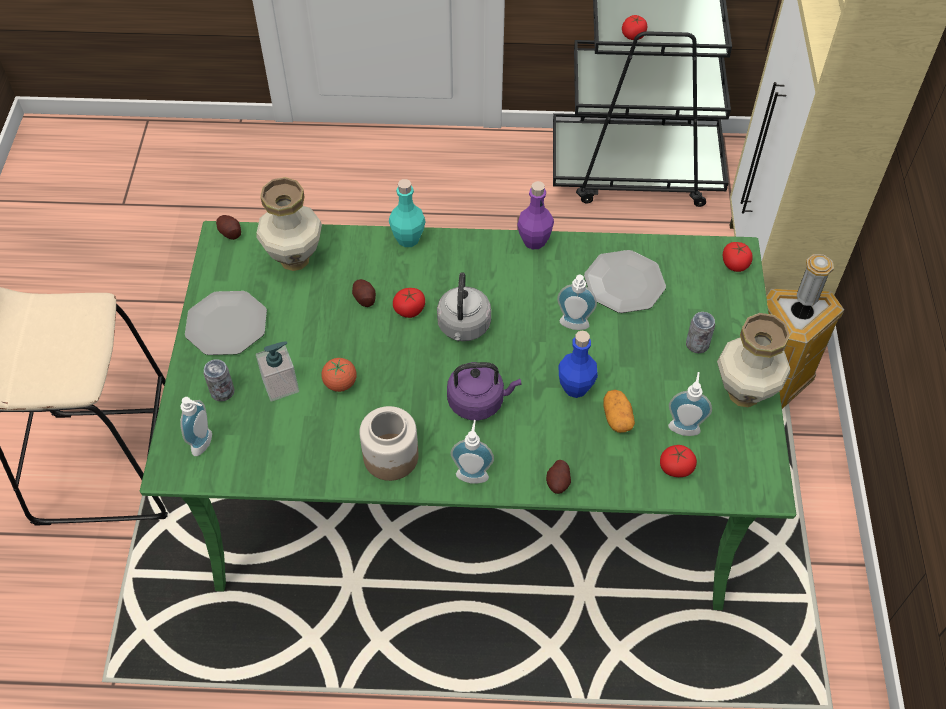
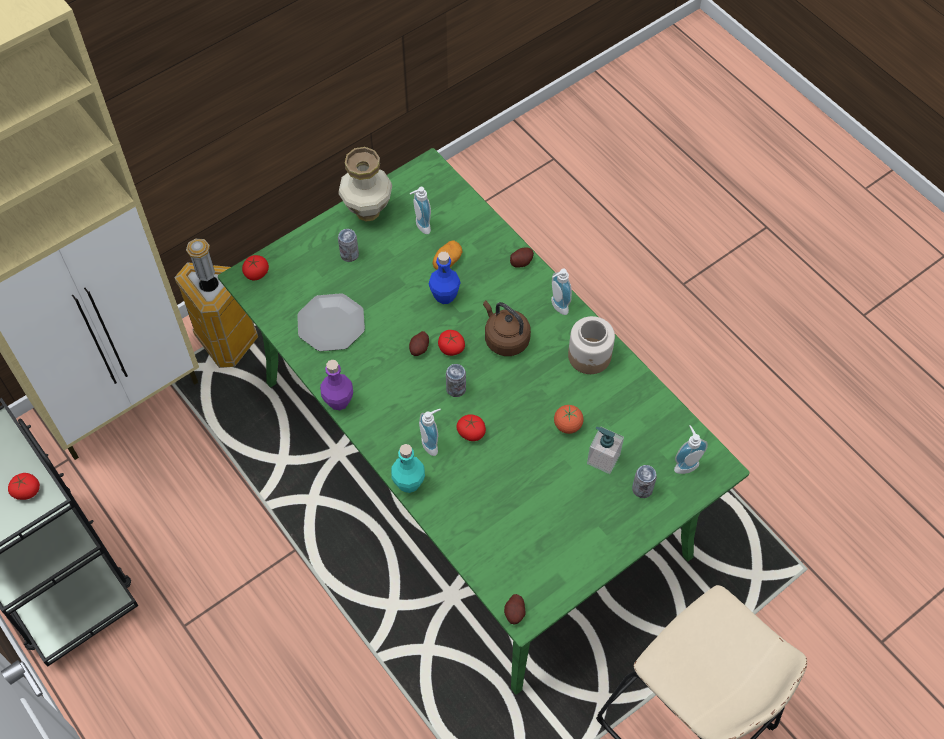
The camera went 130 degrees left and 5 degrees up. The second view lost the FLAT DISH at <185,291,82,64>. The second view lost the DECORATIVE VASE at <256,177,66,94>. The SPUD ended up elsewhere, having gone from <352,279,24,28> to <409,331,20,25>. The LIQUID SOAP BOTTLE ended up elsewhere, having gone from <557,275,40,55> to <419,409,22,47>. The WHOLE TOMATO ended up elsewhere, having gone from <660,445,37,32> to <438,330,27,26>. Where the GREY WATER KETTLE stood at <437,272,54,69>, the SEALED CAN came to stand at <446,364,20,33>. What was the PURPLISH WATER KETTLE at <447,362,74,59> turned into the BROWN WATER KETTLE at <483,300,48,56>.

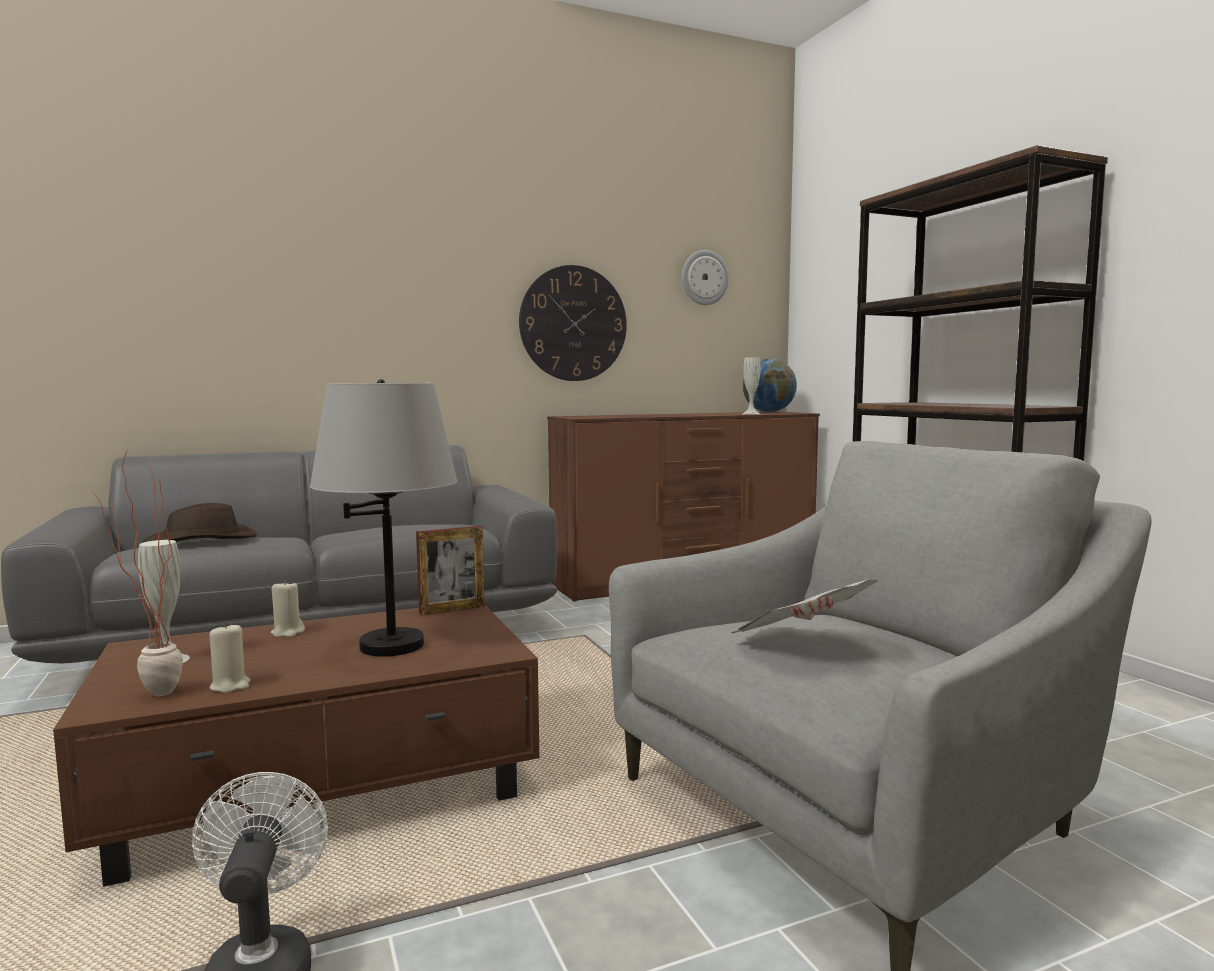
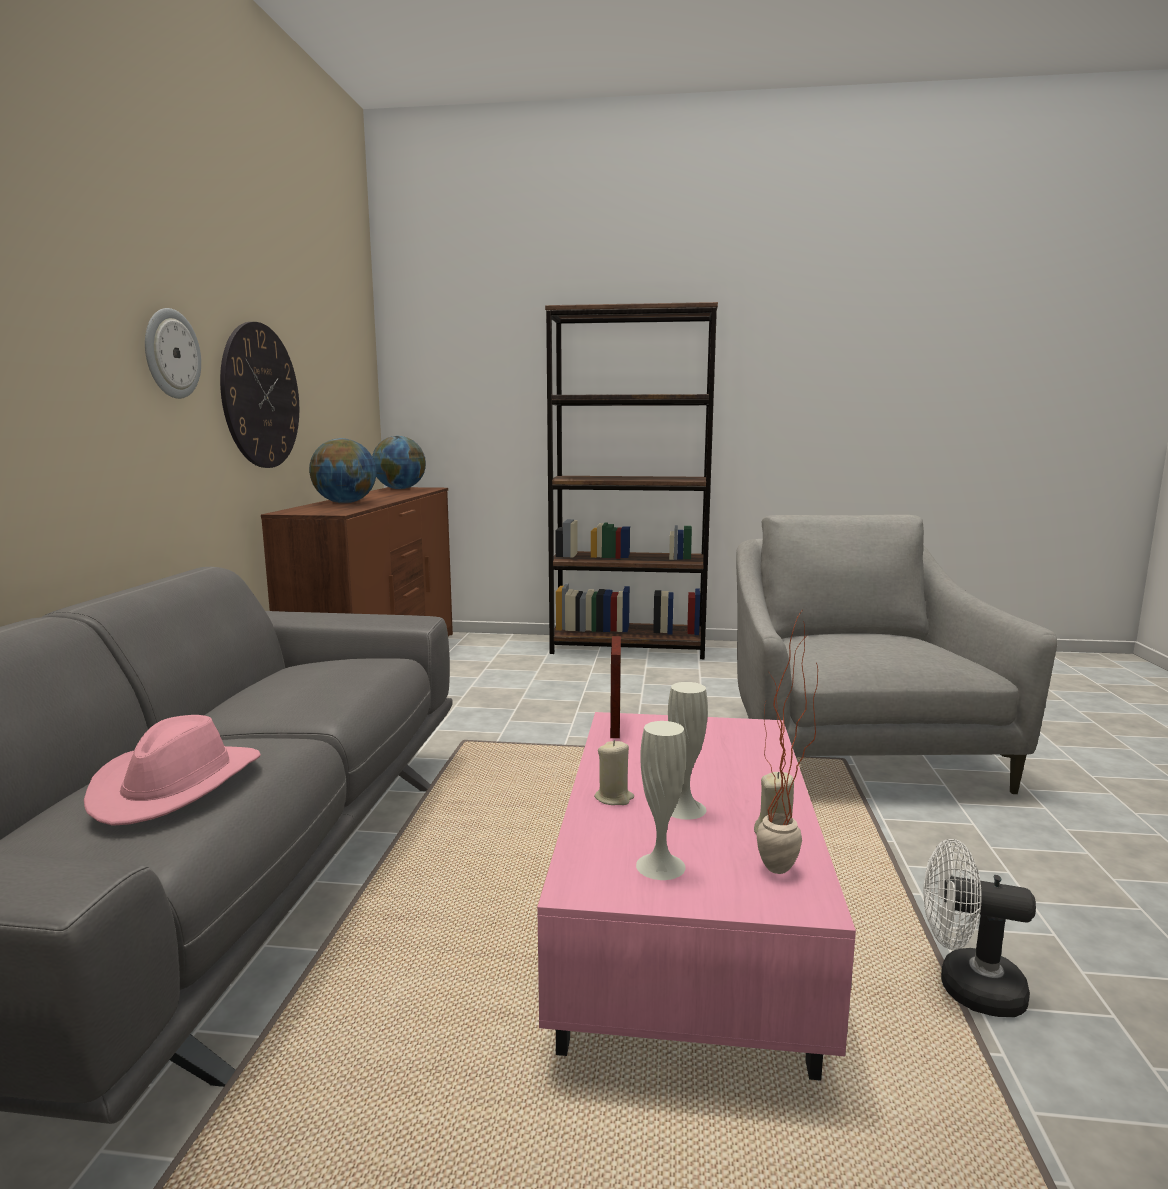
The camera went 60 degrees left and 5 degrees up. The second view lost the GREY TABLETOP LAMP at <310,379,147,278>. The second view lost the NEWSPAPER at <731,579,147,54>. The second view gained the GLOBE at <309,438,67,65>. The WALL CLOCK ended up elsewhere, having gone from <682,250,47,55> to <145,308,56,91>. The WHITE DECORATIVE VASE ended up elsewhere, having gone from <743,357,18,57> to <668,682,40,138>. What was the BROWN COFFEE TABLE at <53,605,486,282> turned into the PINK-COLOURED COFFEE TABLE at <537,712,319,369>. What was the BROWN CLOTHING HAT at <142,503,115,40> turned into the PINK-COLOURED CLOTHING HAT at <84,715,177,111>.

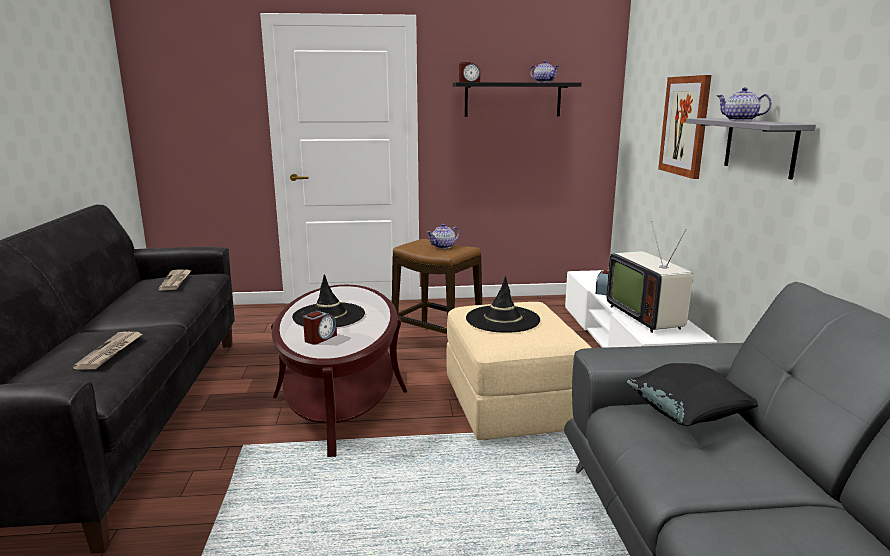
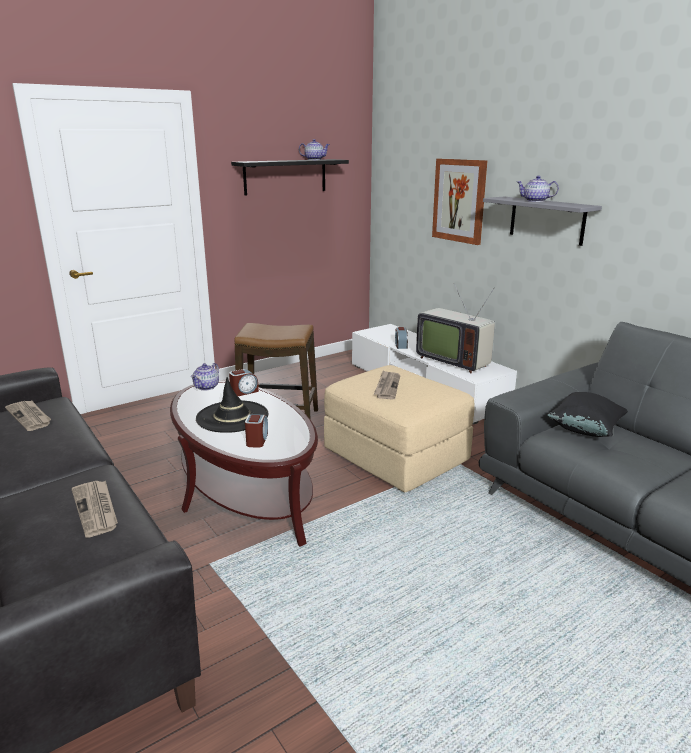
The camera went 30 degrees left and 5 degrees up. The POT FOR TEA ended up elsewhere, having gone from <427,224,32,25> to <191,363,28,27>. The TABLE CLOCK ended up elsewhere, having gone from <459,62,21,20> to <229,369,30,27>. Where the BLACKISH CLOTHING HAT stood at <466,276,74,57>, the NEWSPAPER came to stand at <374,370,26,30>.

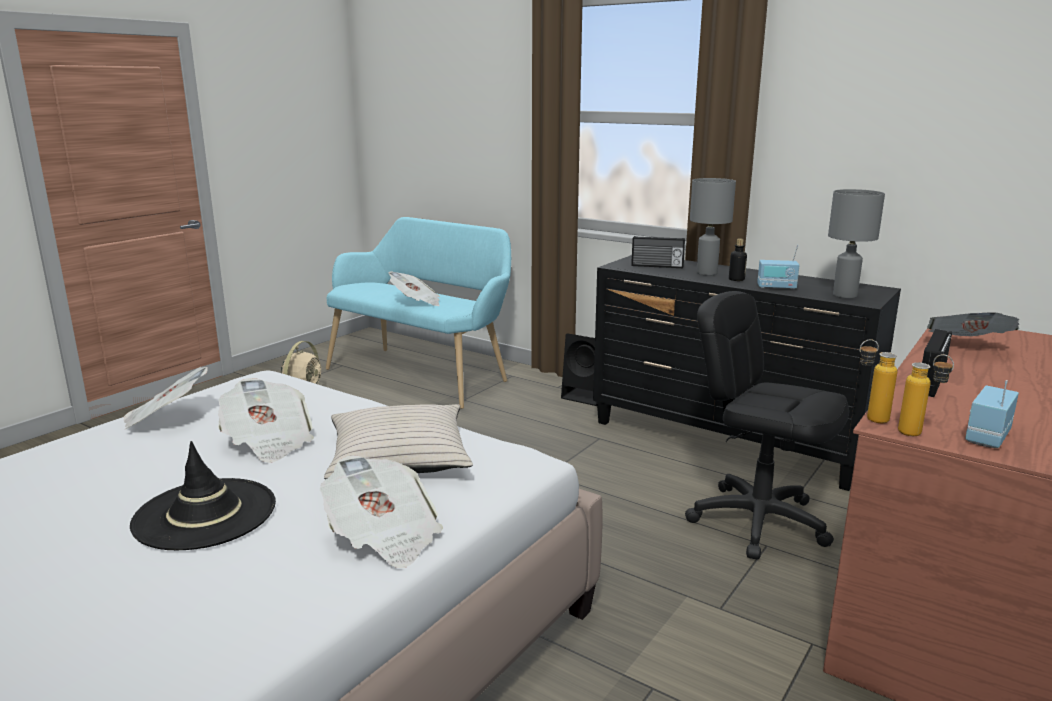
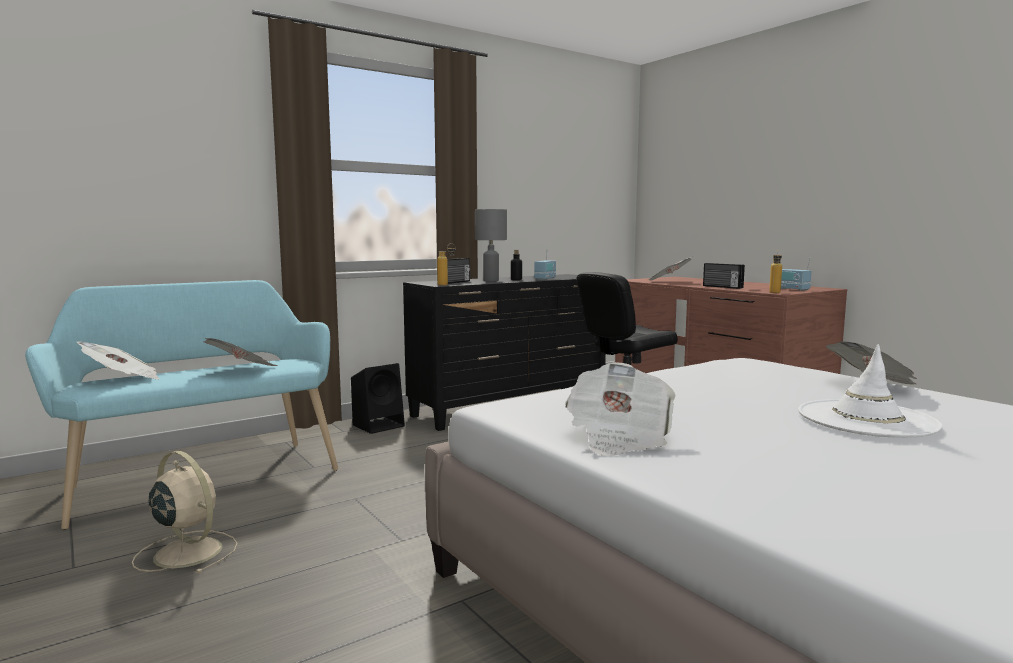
The camera went 70 degrees left and 10 degrees down. The second view lost the BEIGE CUSHION at <324,404,149,75>. The second view lost the GREY TABLETOP LAMP at <828,189,57,109>. The NEWSPAPER ended up elsewhere, having gone from <218,378,96,85> to <77,341,82,38>. The BEVERAGE BOTTLE ended up elsewhere, having gone from <898,354,56,82> to <437,243,19,43>. What was the BLACKISH CLOTHING HAT at <130,441,146,109> turned into the WHITE CLOTHING HAT at <798,344,145,94>.

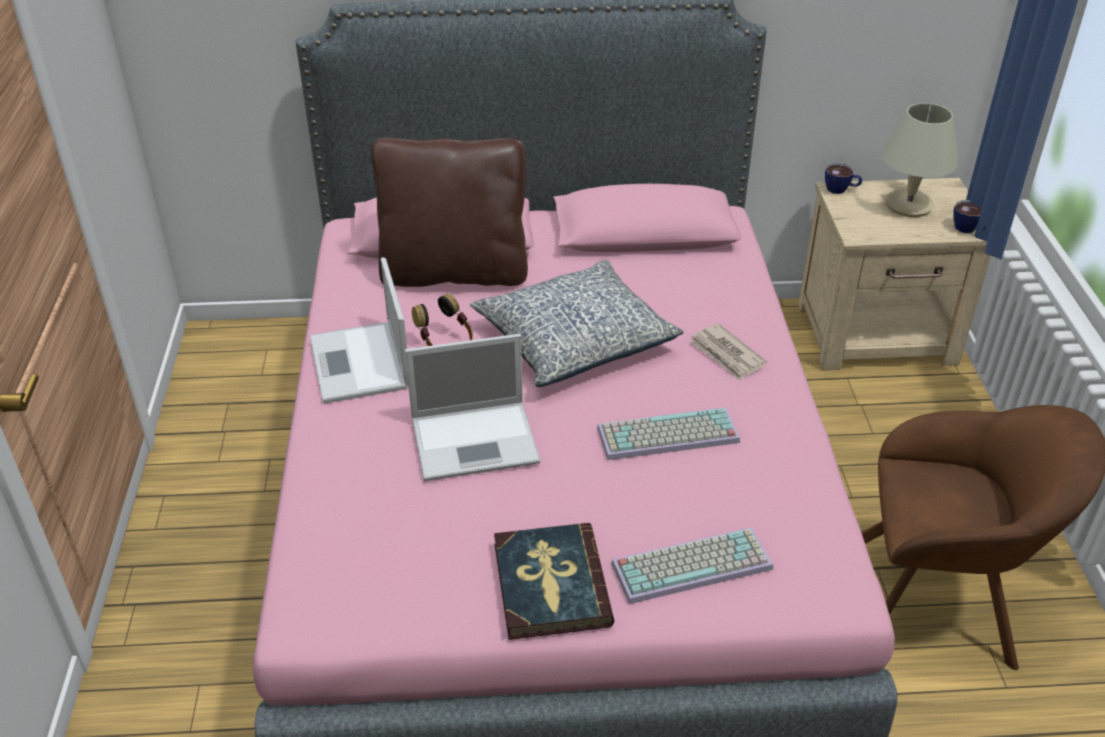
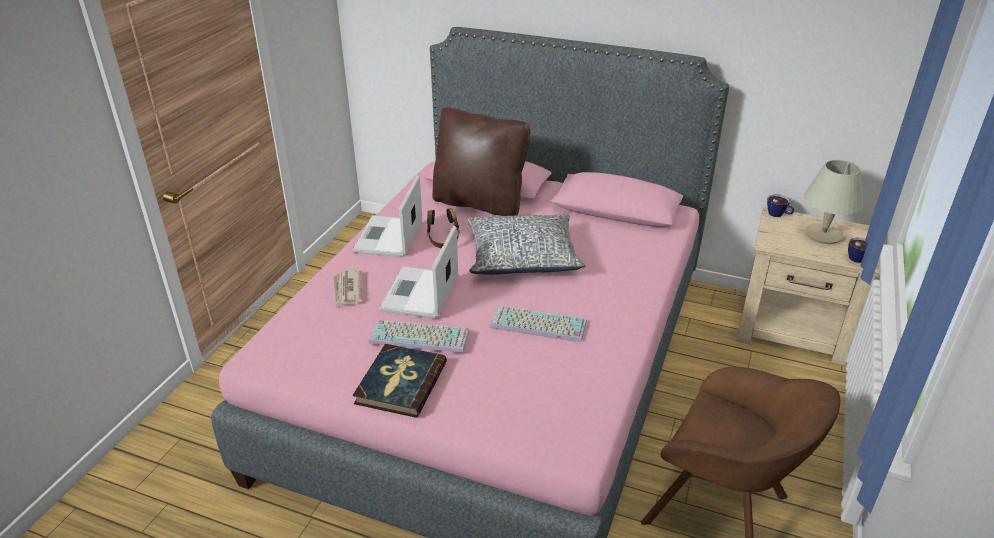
The camera went 25 degrees right and 5 degrees down. The PC KEYBOARD ended up elsewhere, having gone from <611,527,162,77> to <369,320,100,33>. The NEWSPAPER ended up elsewhere, having gone from <689,324,78,57> to <333,270,29,37>. The NOTEBOOK COMPUTER at <405,334,135,147> ended up facing another way, 90 degrees clockwise from before.

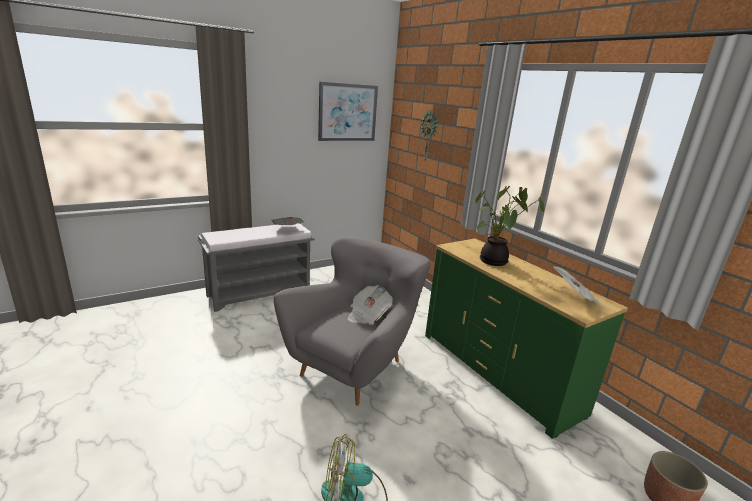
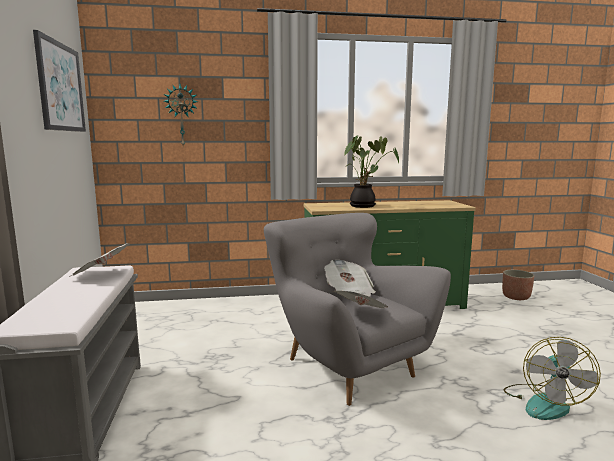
The camera went 65 degrees left and 10 degrees down. The NEWSPAPER ended up elsewhere, having gone from <552,266,52,40> to <333,291,55,17>.

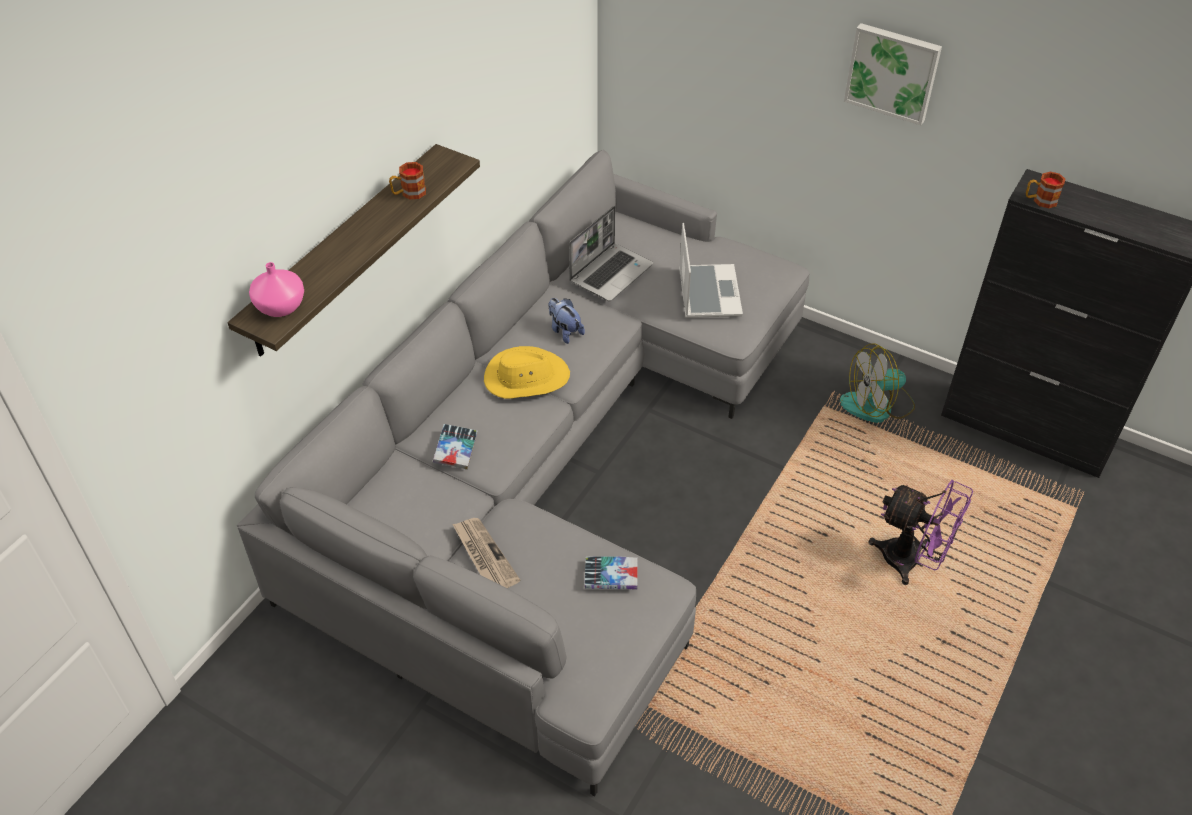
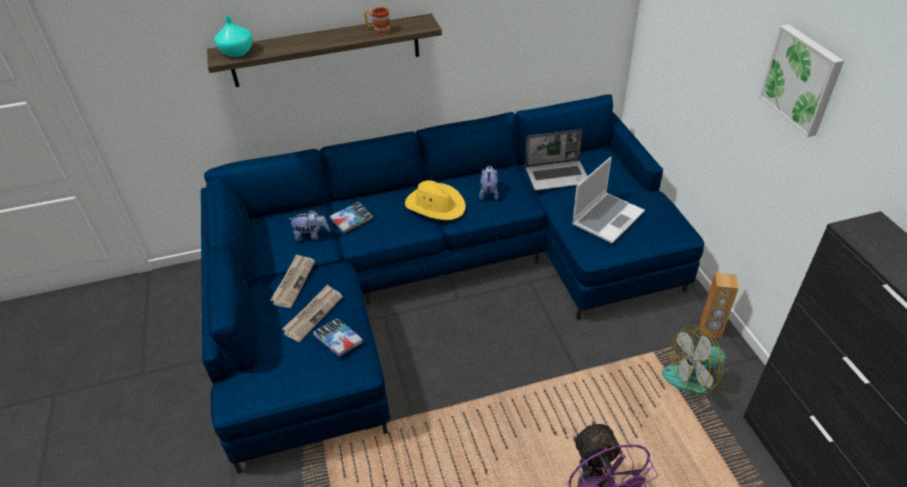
The camera went 45 degrees right and 5 degrees down. The second view lost the COFFEE MUG at <1026,171,40,37>. The second view gained the NEWSPAPER at <282,285,61,57>. The second view gained the SOFT TOY at <289,210,41,31>. The second view gained the BROWN SPEAKER at <700,272,39,66>. What was the GREY SOFA at <237,150,573,646> turned into the BLUE-COLOURED SOFA at <201,94,503,380>. What was the PINK-COLOURED DECORATIVE VASE at <249,262,55,55> turned into the TURQUOISE-COLOURED DECORATIVE VASE at <215,16,38,41>. The ELECTRIC FAN at <840,344,75,79> ended up facing another way, 45 degrees counterclockwise from before.

